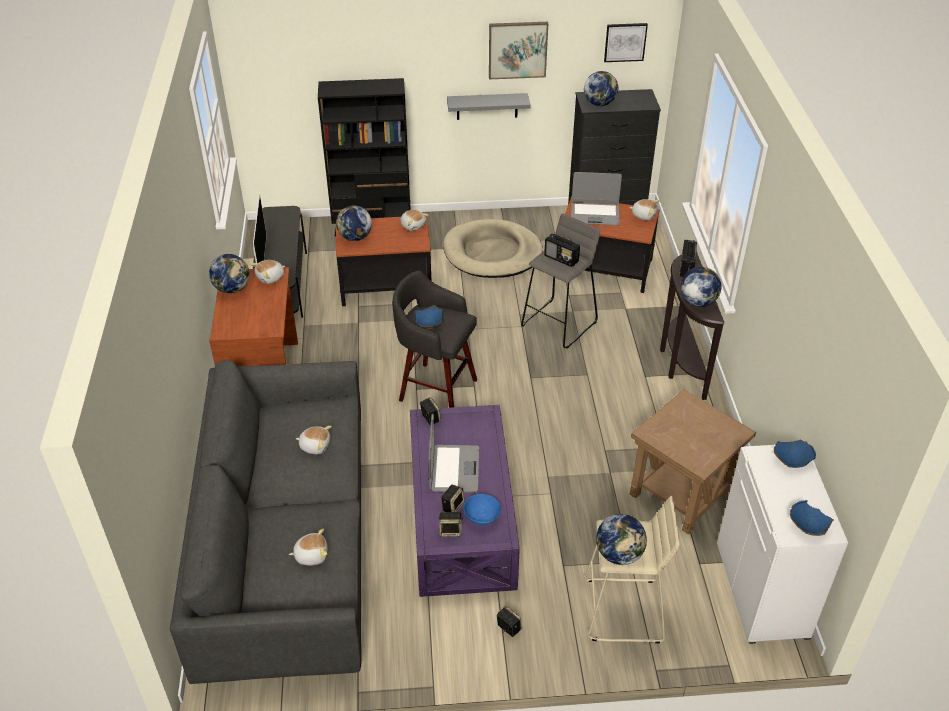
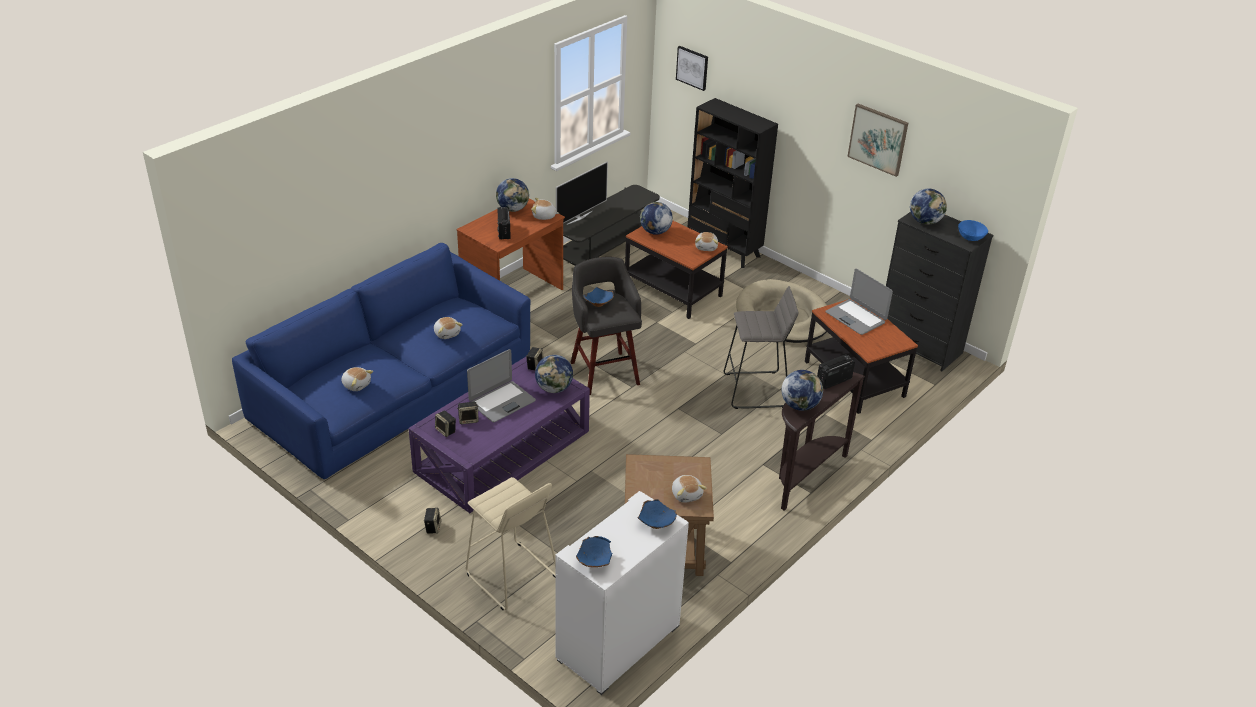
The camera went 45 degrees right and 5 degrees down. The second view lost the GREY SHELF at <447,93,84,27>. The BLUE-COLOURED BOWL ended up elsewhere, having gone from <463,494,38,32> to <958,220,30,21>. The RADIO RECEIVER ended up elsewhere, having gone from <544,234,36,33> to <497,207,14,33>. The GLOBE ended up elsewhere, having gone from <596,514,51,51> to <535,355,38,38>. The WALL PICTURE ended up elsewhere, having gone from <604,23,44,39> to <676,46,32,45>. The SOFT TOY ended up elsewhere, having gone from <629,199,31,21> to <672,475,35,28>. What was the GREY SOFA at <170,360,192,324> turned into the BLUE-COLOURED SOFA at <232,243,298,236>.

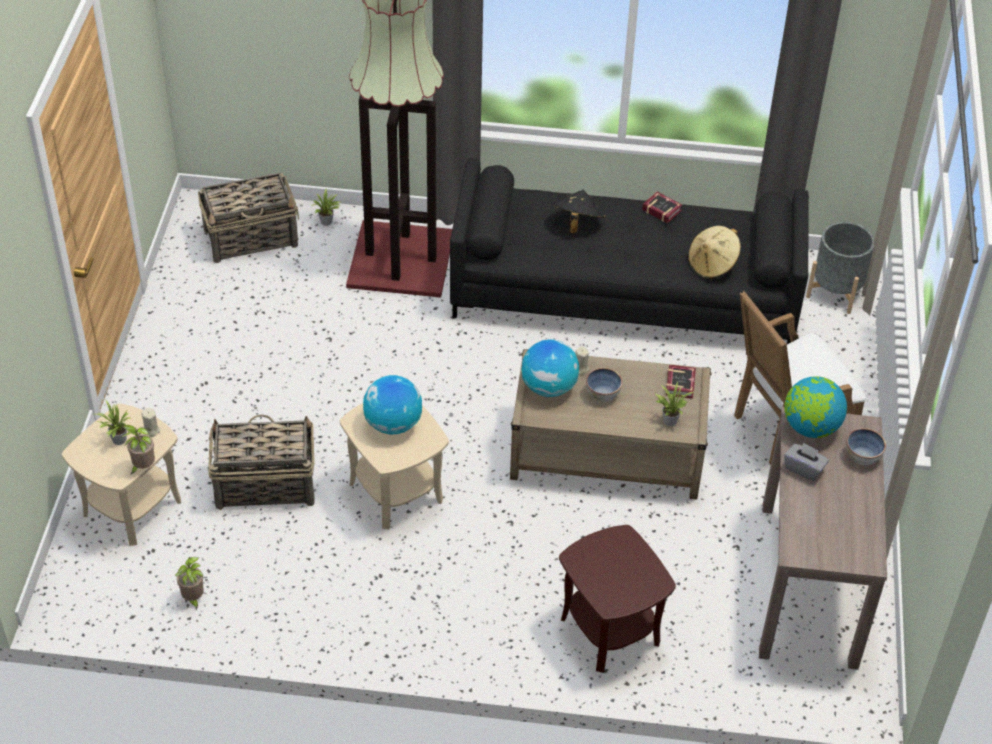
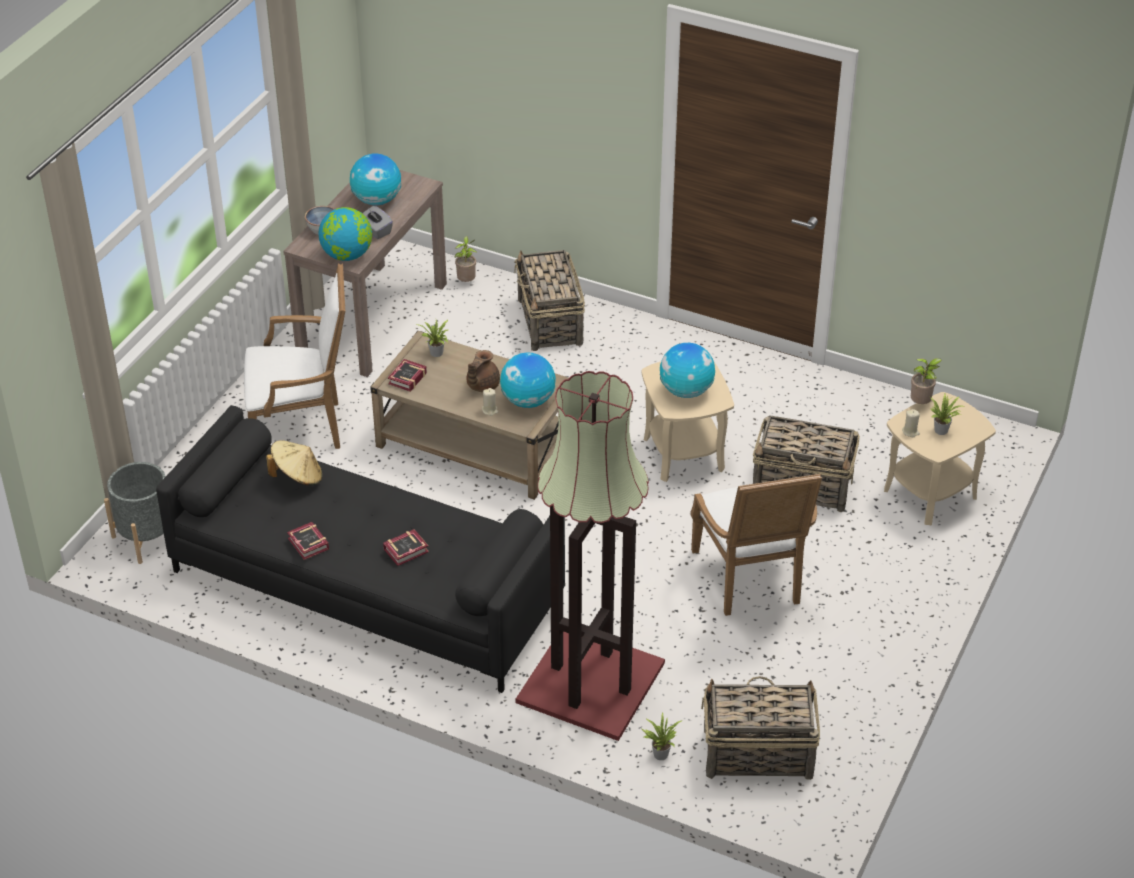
The camera went 160 degrees left and 5 degrees down. The second view gained the GLOBE at <350,153,51,52>. The second view gained the WHITE LOUNGE CHAIR at <690,474,132,142>. The PLANT IN A POT ended up elsewhere, having gone from <175,557,29,53> to <454,236,22,46>. Where the BLACKISH CLOTHING HAT stood at <552,190,54,43>, the BOUND BOOK came to stand at <383,529,46,37>. Where the BROWN SIDE TABLE stood at <559,525,117,148>, the STORAGE BASKET came to stand at <514,250,71,101>. Where the BOWL stood at <586,368,37,34>, the BROWN POT FOR TEA came to stand at <466,350,34,42>.

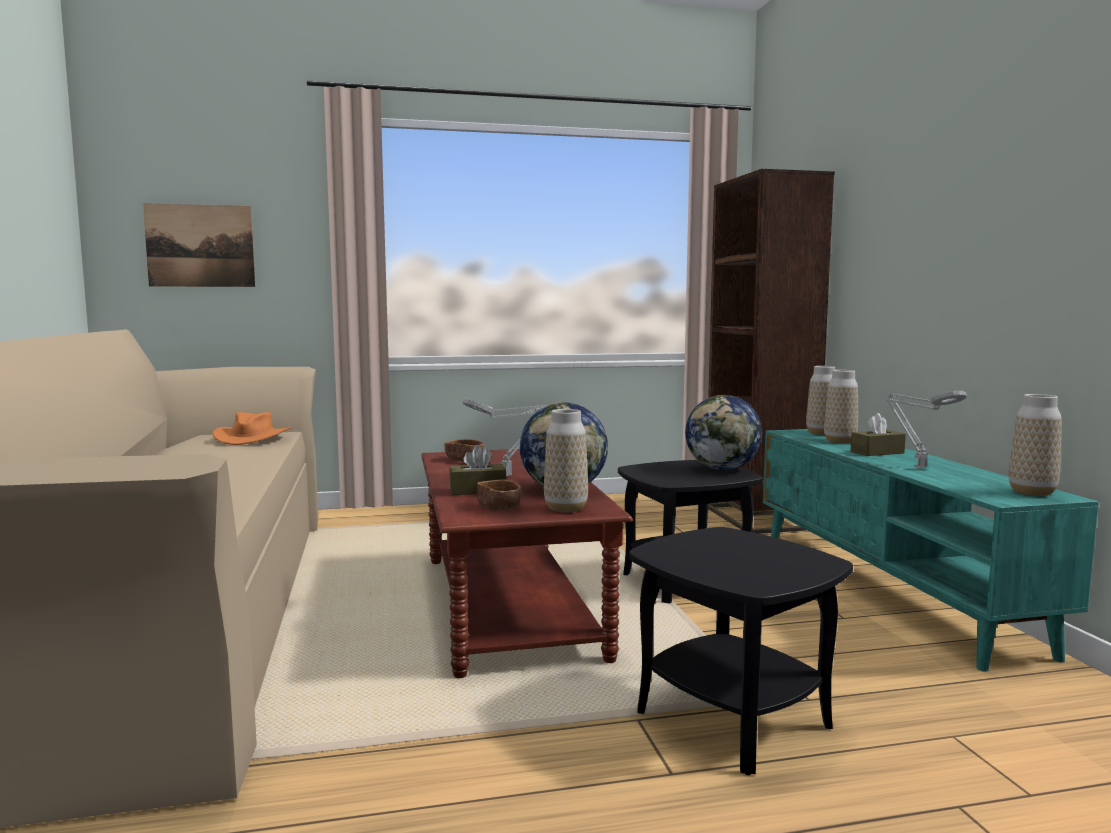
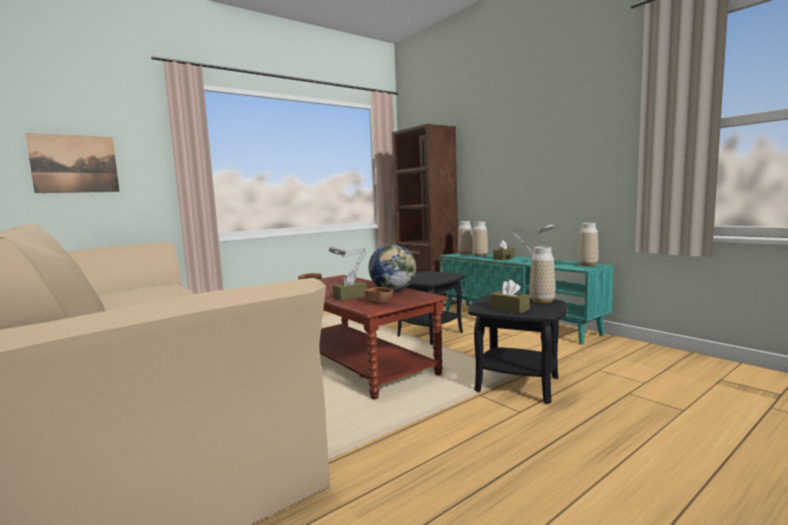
The camera went 25 degrees left and 0 degrees up. The second view lost the ORANGEY CLOTHING HAT at <212,412,79,33>. The second view lost the GLOBE at <685,395,77,75>. The second view gained the BROWN TISSUE HOLDER at <490,280,40,34>. The DECORATIVE VASE ended up elsewhere, having gone from <544,409,44,104> to <529,246,26,58>.

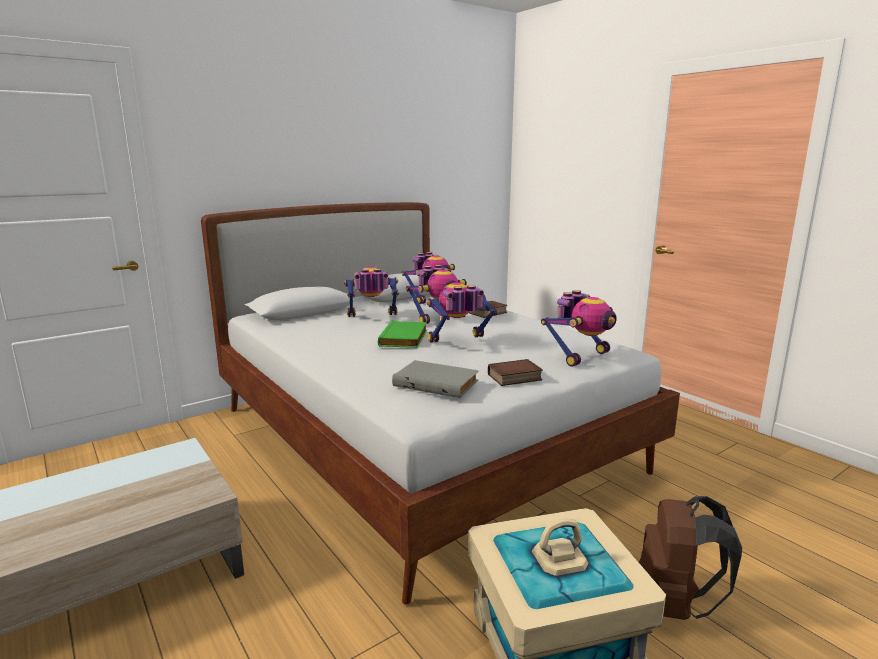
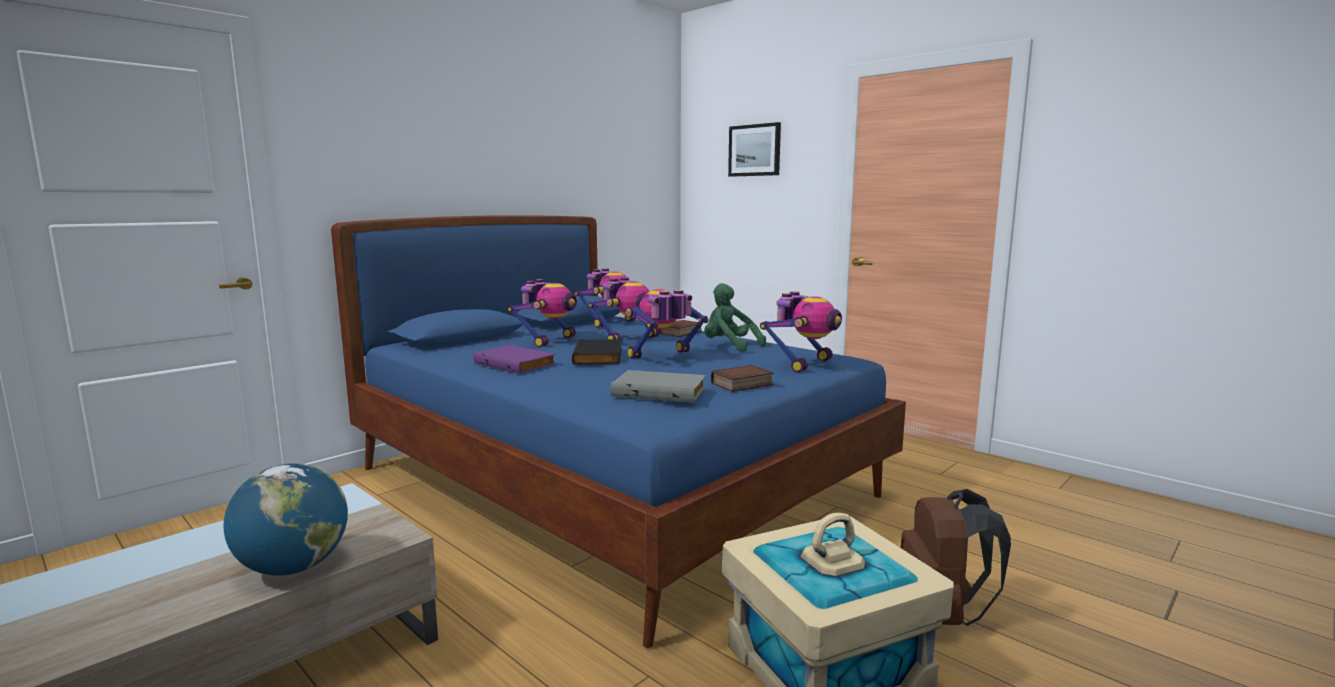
The camera went 10 degrees left and 5 degrees down. The second view gained the GLOBE at <224,463,124,113>. The second view gained the PURPLISH BOUND BOOK at <473,345,83,29>. The second view gained the GREENISH SOFT TOY at <704,283,62,69>. The second view gained the WALL PICTURE at <728,122,53,55>. What was the WHITE BED at <201,202,479,403> turned into the BLUE-COLOURED BED at <331,215,575,433>. What was the GREENISH BOUND BOOK at <378,321,49,27> turned into the BLACKISH BOUND BOOK at <572,339,50,26>. The MODEL ROBOT at <344,267,55,50> ended up facing another way, 135 degrees clockwise from before.

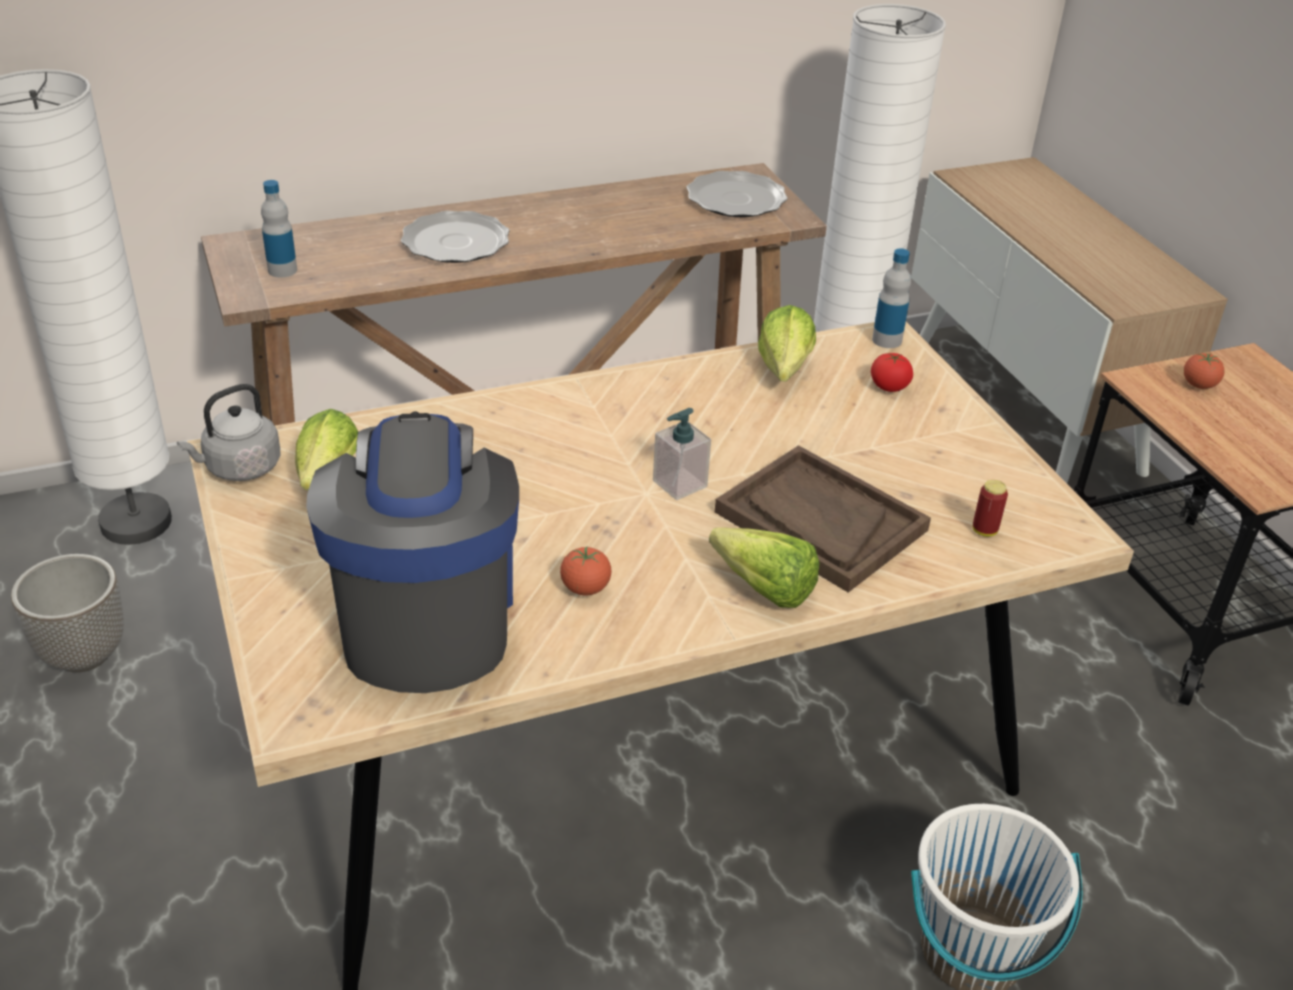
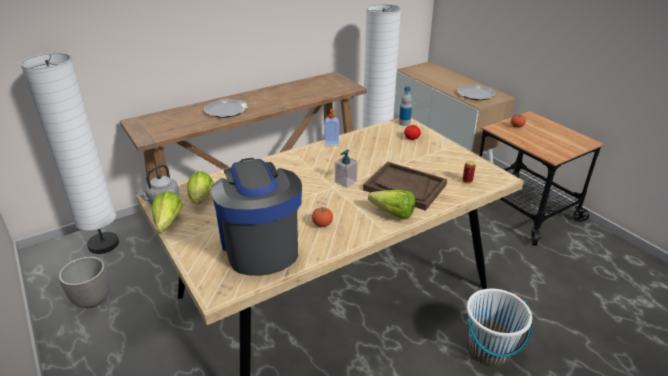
The camera went 10 degrees left and 5 degrees down. The second view lost the BEVERAGE BOTTLE at <261,180,36,98>. The second view gained the LIQUID SOAP BOTTLE at <324,108,15,38>. The FLAT DISH ended up elsewhere, having gone from <686,171,102,46> to <457,84,38,16>. The HEAD OF LETTUCE ended up elsewhere, having gone from <758,305,58,77> to <152,191,31,41>.

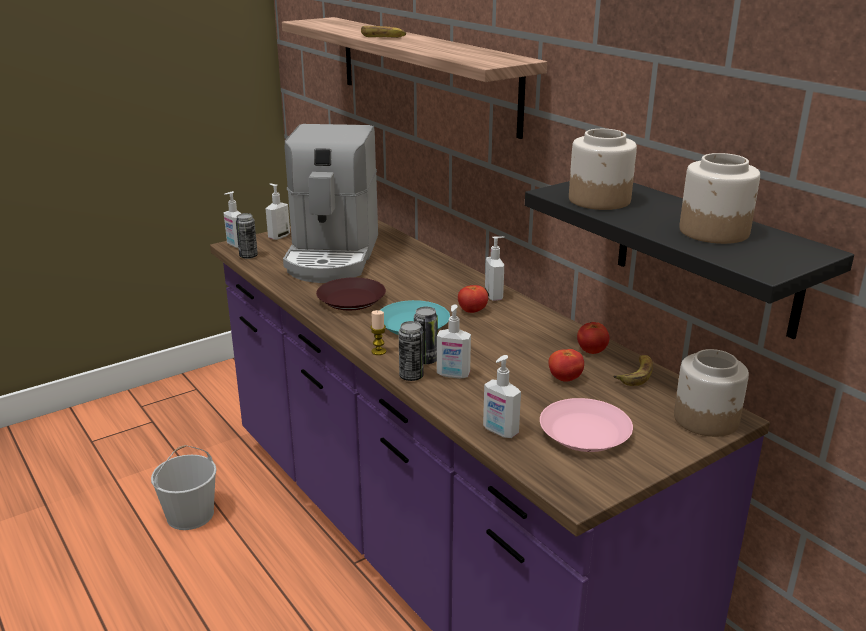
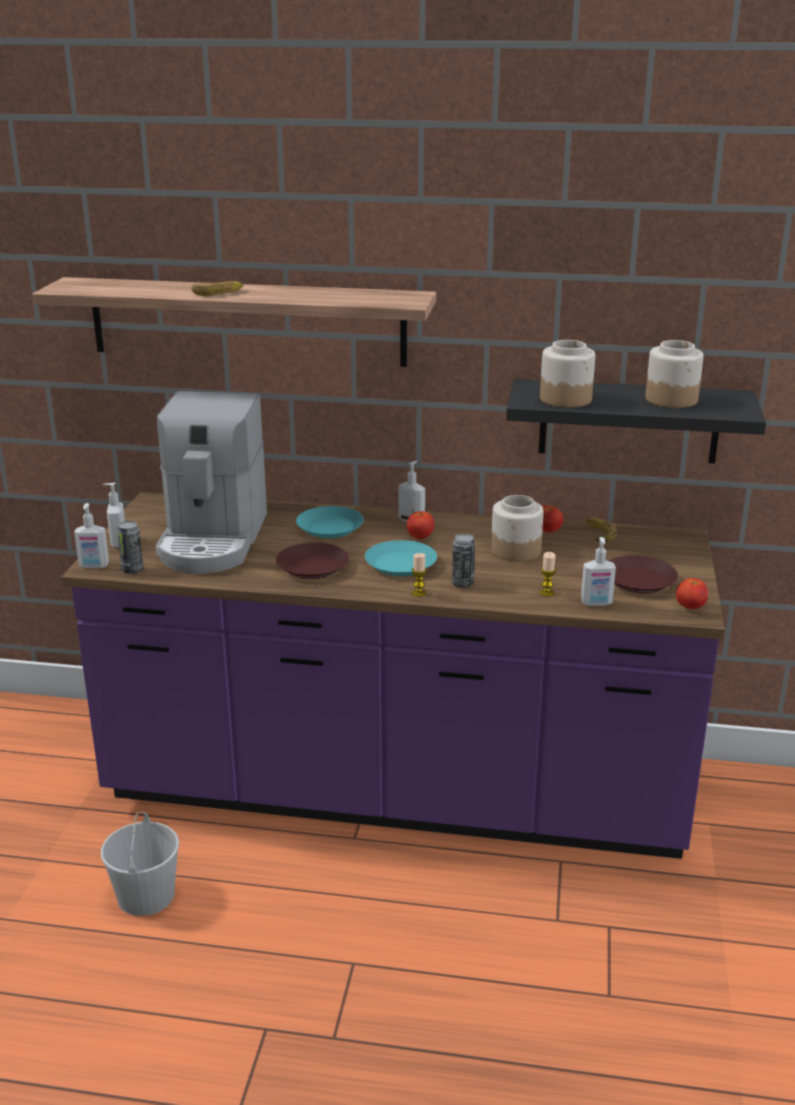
The camera went 45 degrees left and 0 degrees up. The second view lost the SEALED CAN at <398,321,26,60>. The second view lost the LIQUID SOAP BOTTLE at <437,304,34,75>. The second view gained the TURQUOISE-COLOURED FLAT DISH at <296,506,68,32>. The second view gained the WAX LIGHT at <540,552,16,45>. The WHOLE TOMATO ended up elsewhere, having gone from <549,349,35,33> to <676,578,32,31>. The PRESERVE JAR ended up elsewhere, having gone from <674,349,75,88> to <491,495,52,67>. What was the PINK-COLOURED FLAT DISH at <540,398,93,54> turned into the BROWN FLAT DISH at <609,555,69,38>. The COFFEE MAKER at <283,124,95,159> ended up facing another way, 45 degrees clockwise from before.

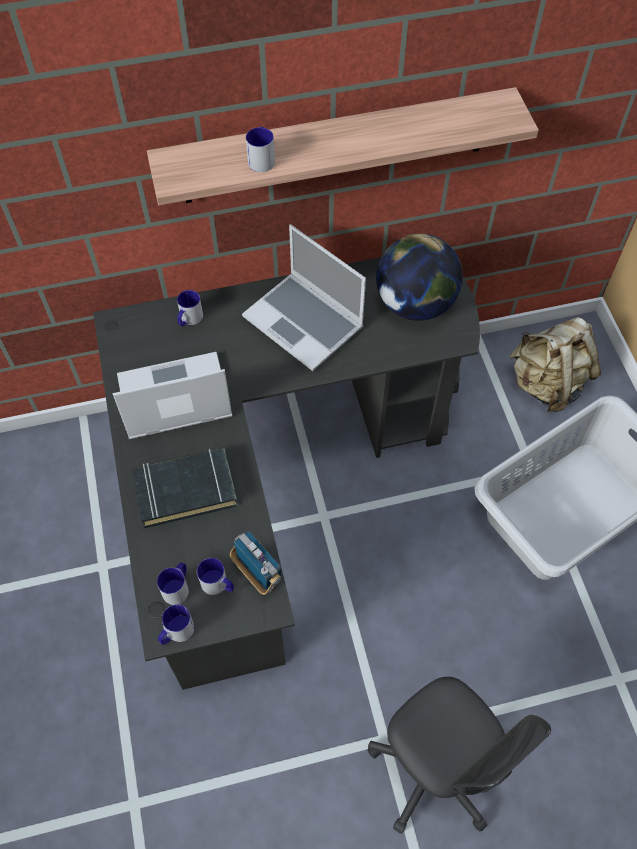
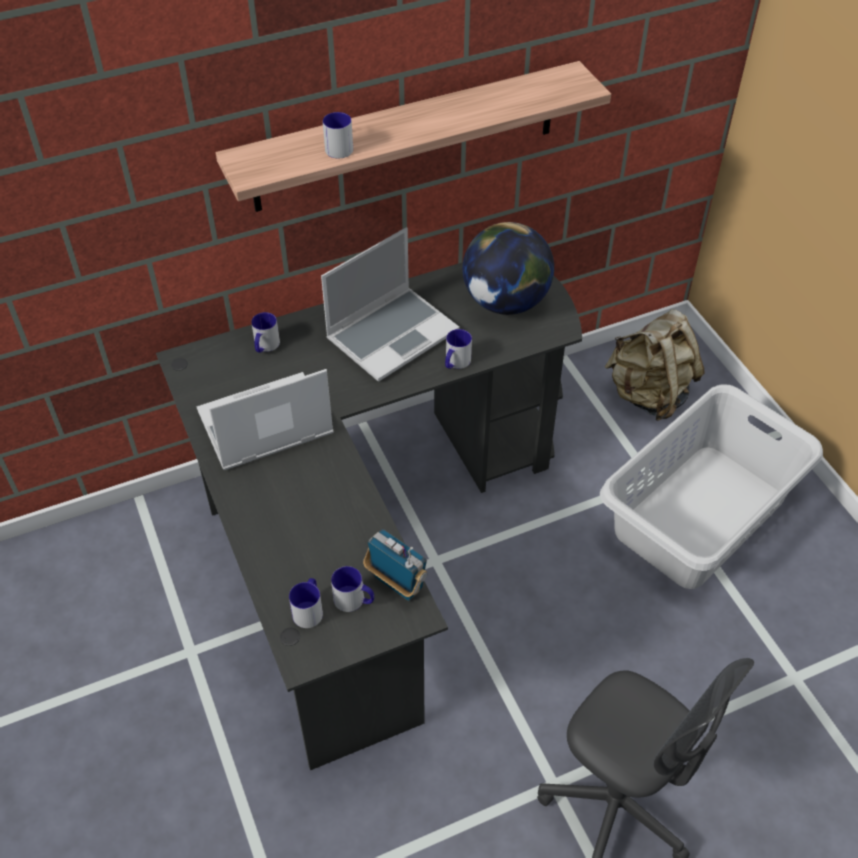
The camera went 10 degrees left and 10 degrees down. The second view lost the BLACKISH BOUND BOOK at <132,447,106,81>. The COFFEE MUG ended up elsewhere, having gone from <158,604,36,41> to <445,329,27,40>. The NOTEBOOK COMPUTER at <242,224,124,147> ended up facing another way, 75 degrees counterclockwise from before.

